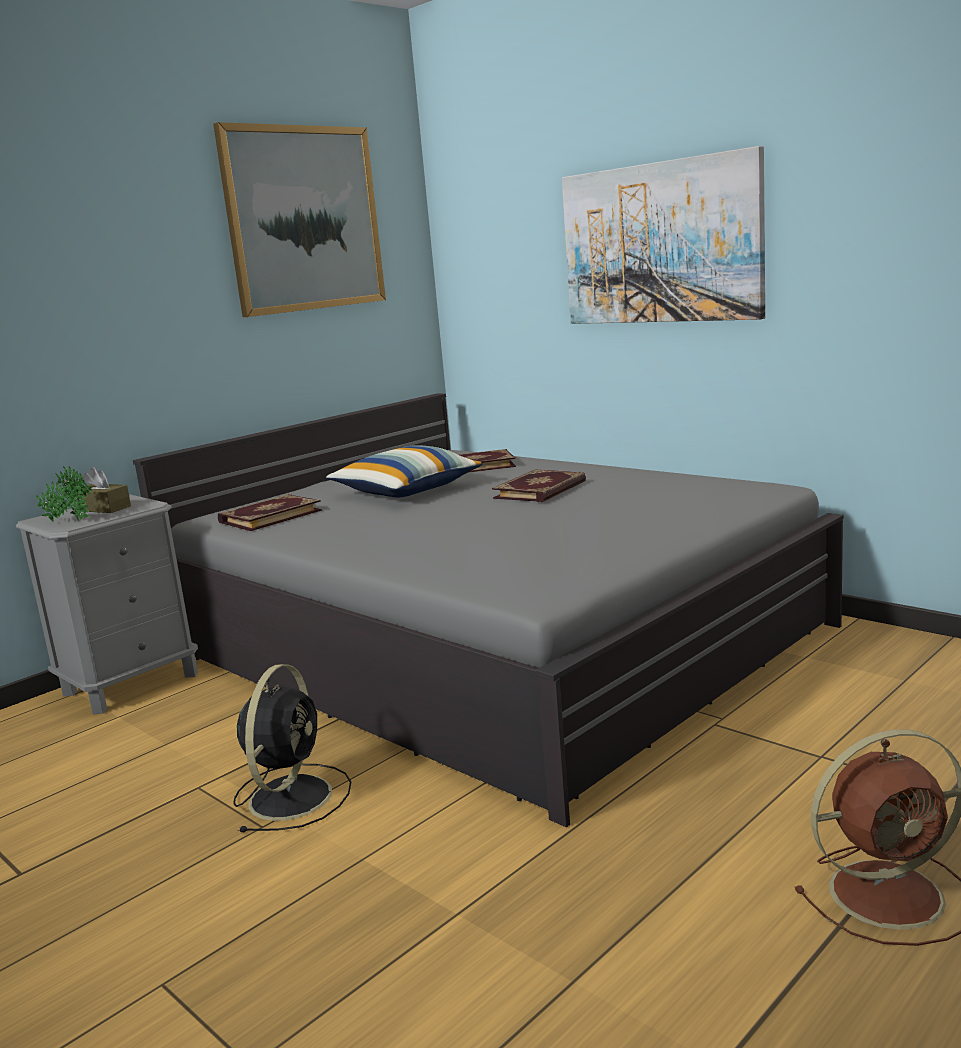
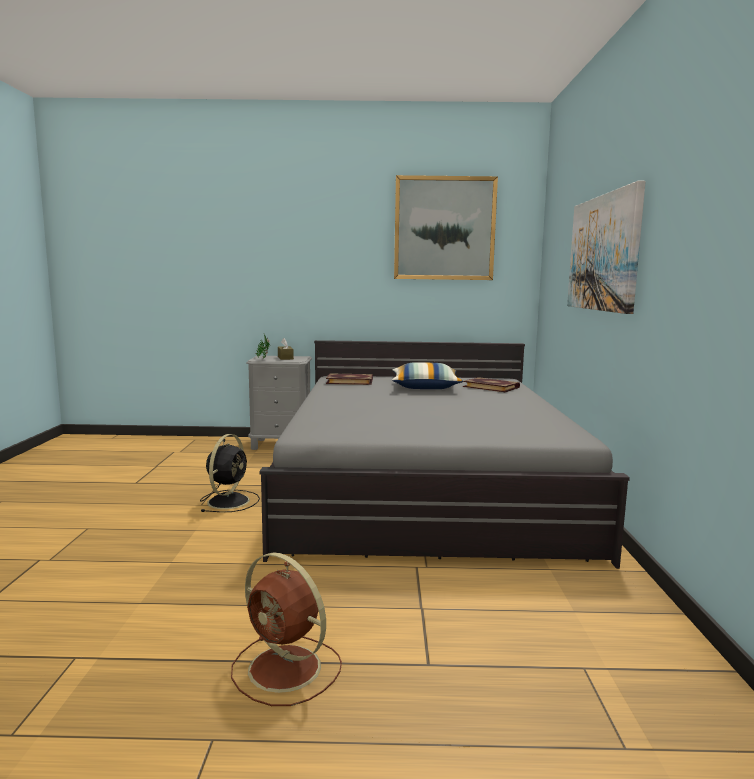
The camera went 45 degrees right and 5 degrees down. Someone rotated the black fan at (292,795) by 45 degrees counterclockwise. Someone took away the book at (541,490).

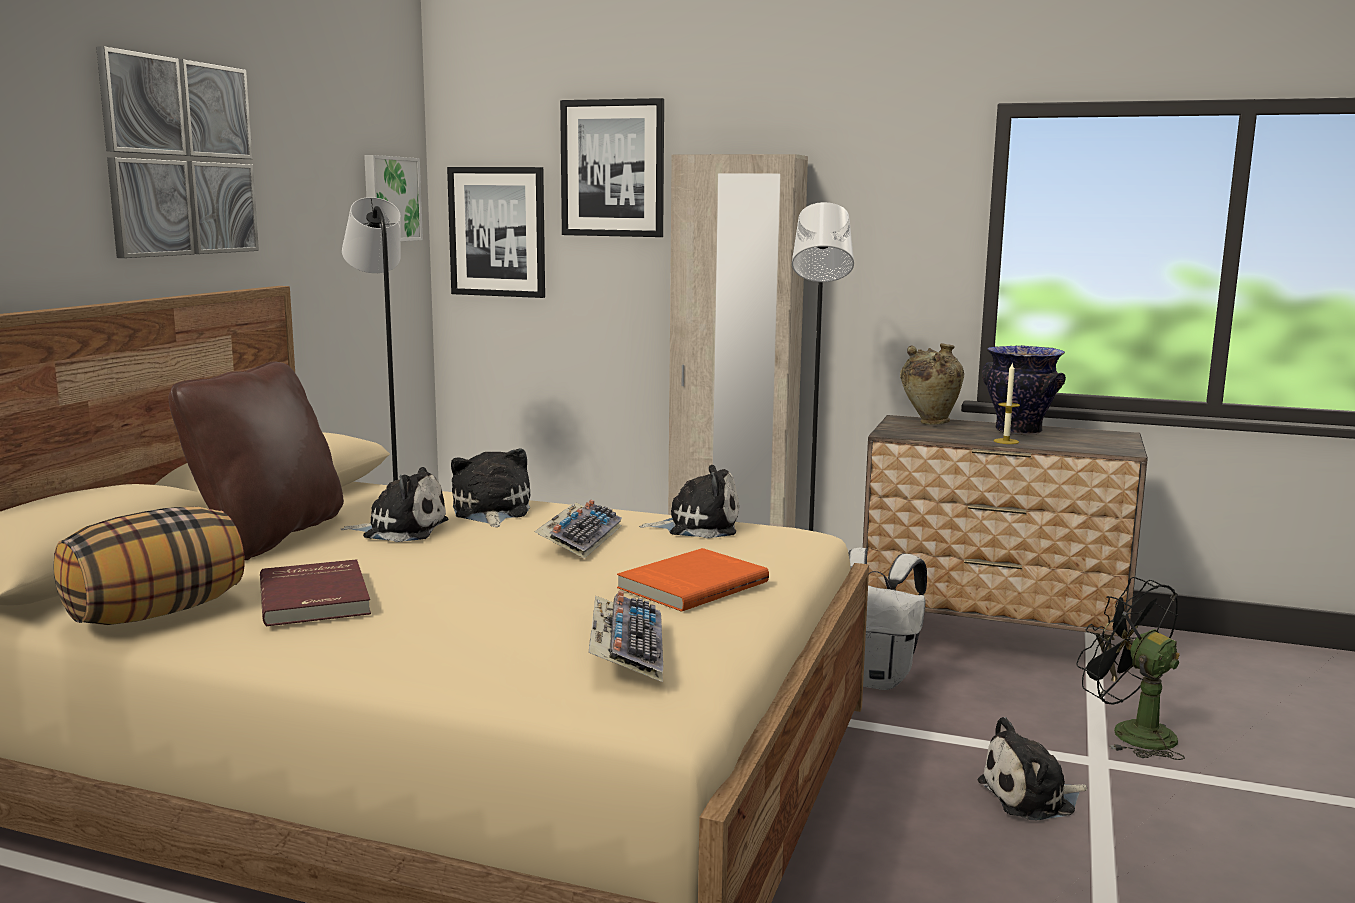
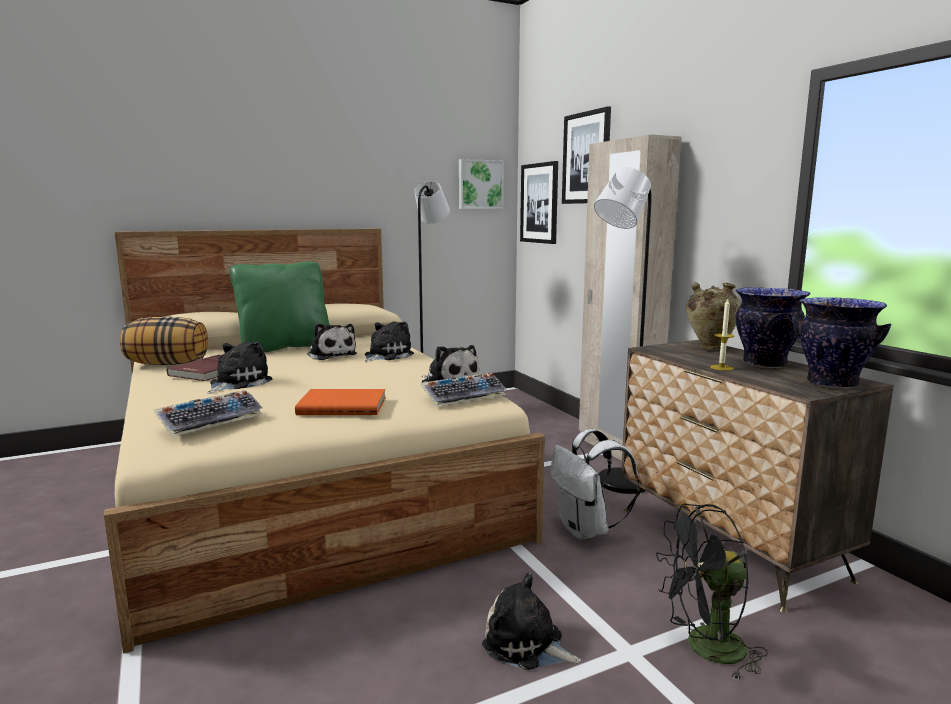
The camera went 45 degrees right and 0 degrees up. Someone took away the picture at (181,158). Someone repainted the brown pillow at (268,535), which became the green pillow at (285,347). Someone carried the keyboard from (580,538) to (464,396). Someone rotated the black fan at (1130,732) by 105 degrees counterclockwise. Someone put down the plush toy at (237,383). Someone put down the vase at (832,383).

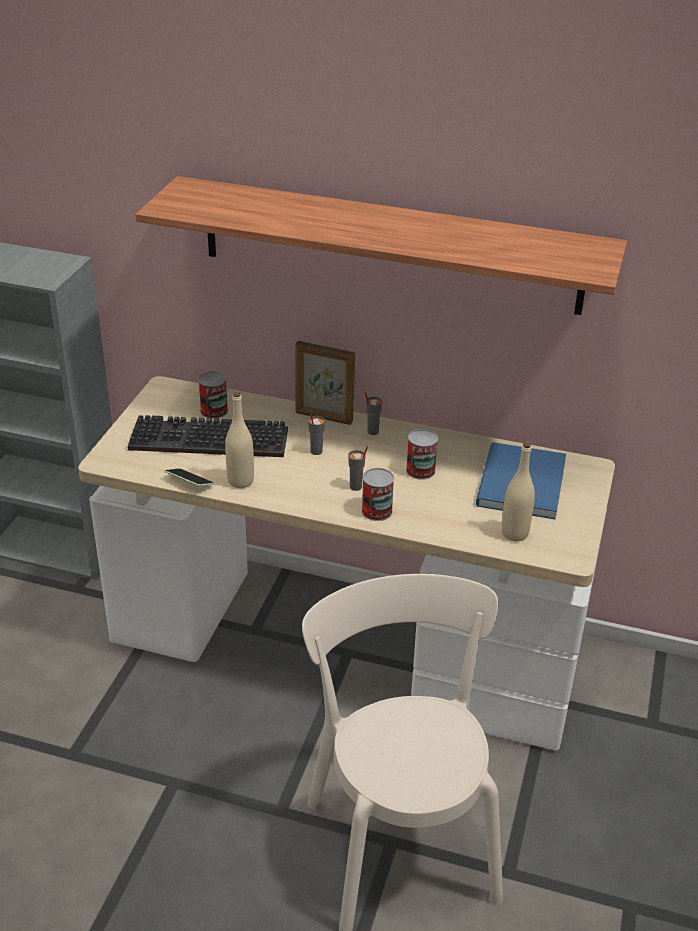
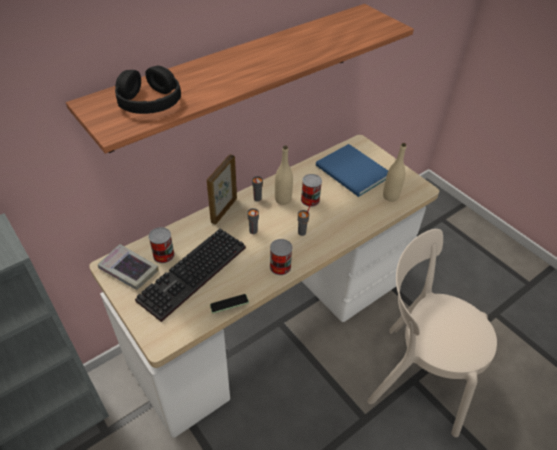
The camera went 55 degrees left and 10 degrees up. Someone carried the beige bottle from (240,481) to (283,199). Someone rotated the picture frame at (323,417) by 150 degrees clockwise. Someone carried the can from (377,511) to (280,266). Someone put down the book at (129,270). Someone put down the black headphones at (149,101).

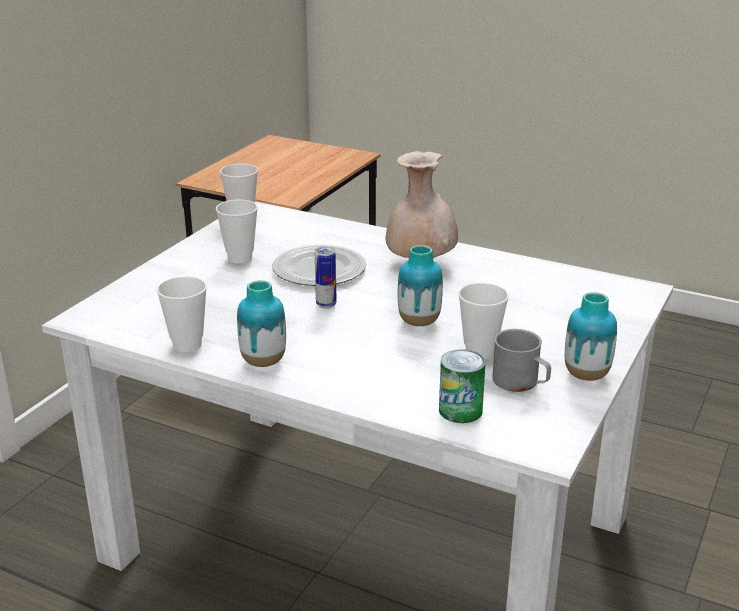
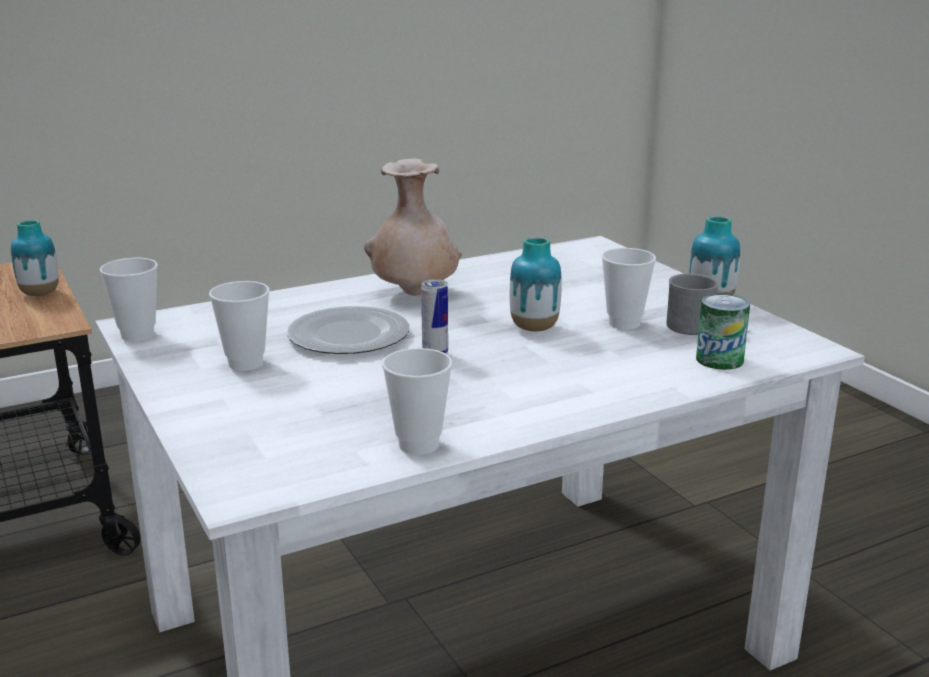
The camera went 55 degrees left and 5 degrees down. Someone carried the vase from (263,361) to (40,294).

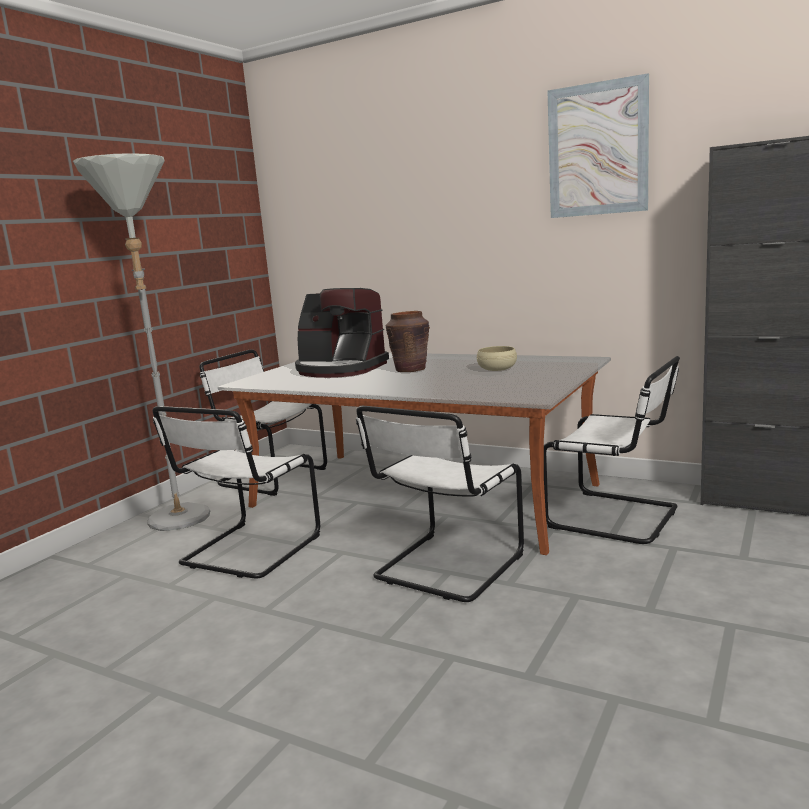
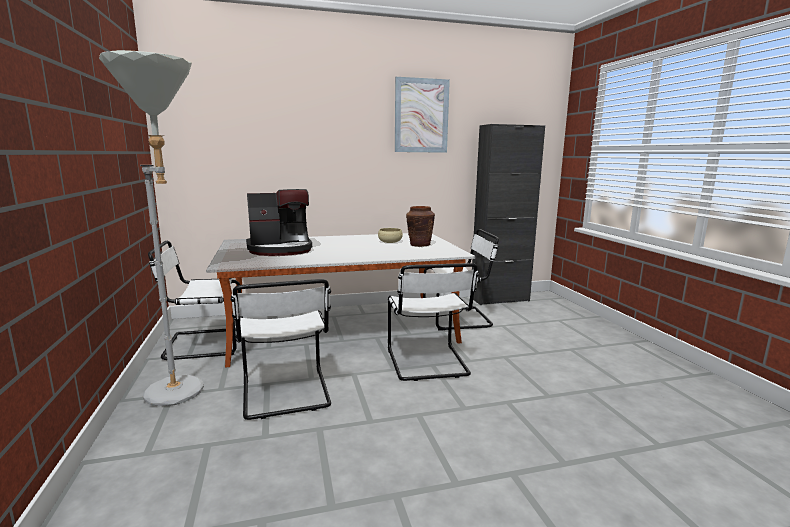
The camera went 45 degrees left and 0 degrees up. Someone carried the brown vase from (410,370) to (419,245).

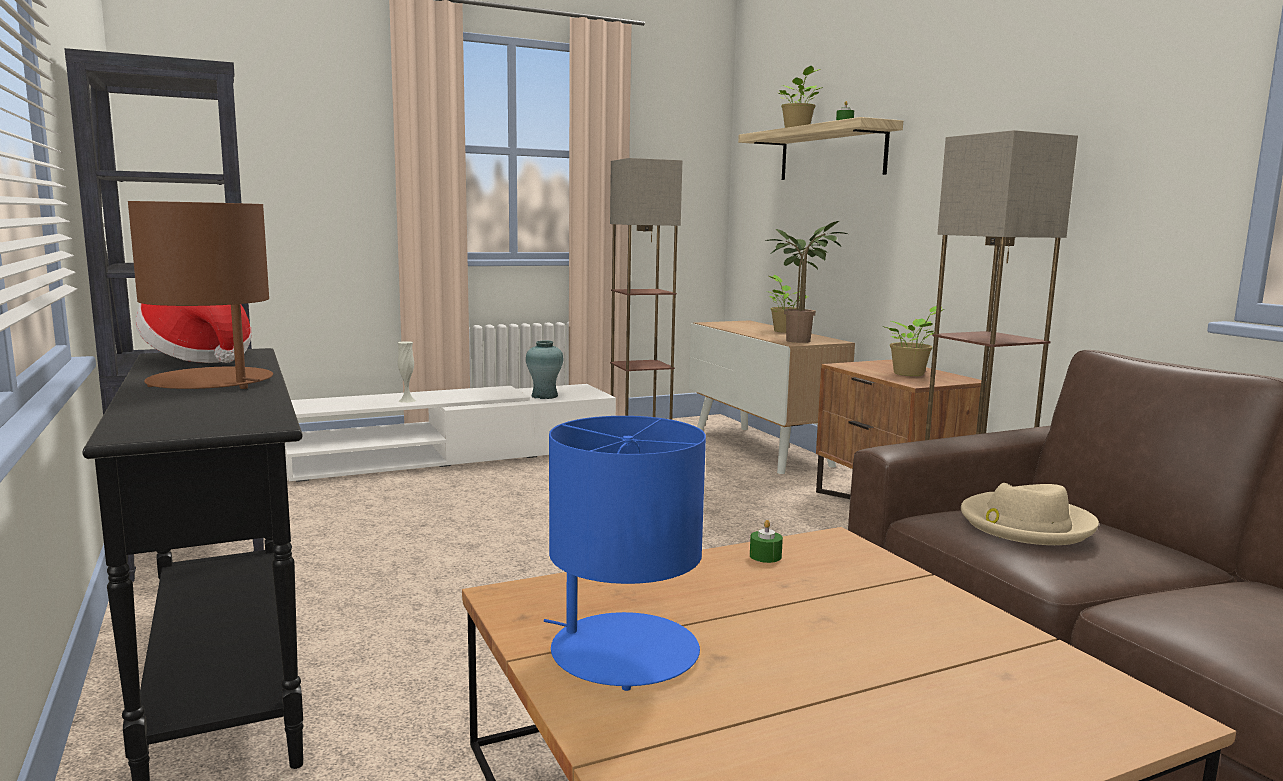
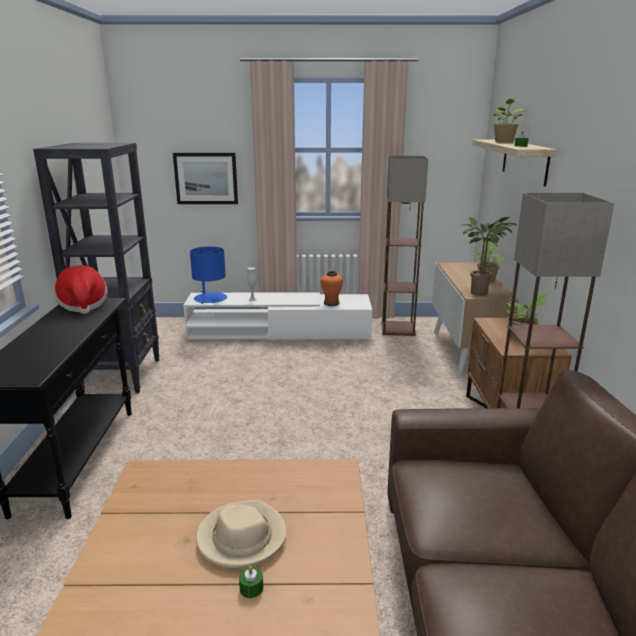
The camera went 25 degrees right and 10 degrees up. Someone took away the brown table lamp at (212,382). Someone repainted the turquoise vase at (545,396), which became the orange vase at (331,303). Someone carried the blue table lamp from (623,651) to (210,298). Someone carried the green candle from (765,556) to (251,588). Someone carried the beige hat from (1025,524) to (241,537). Someone put up the picture at (206,178).

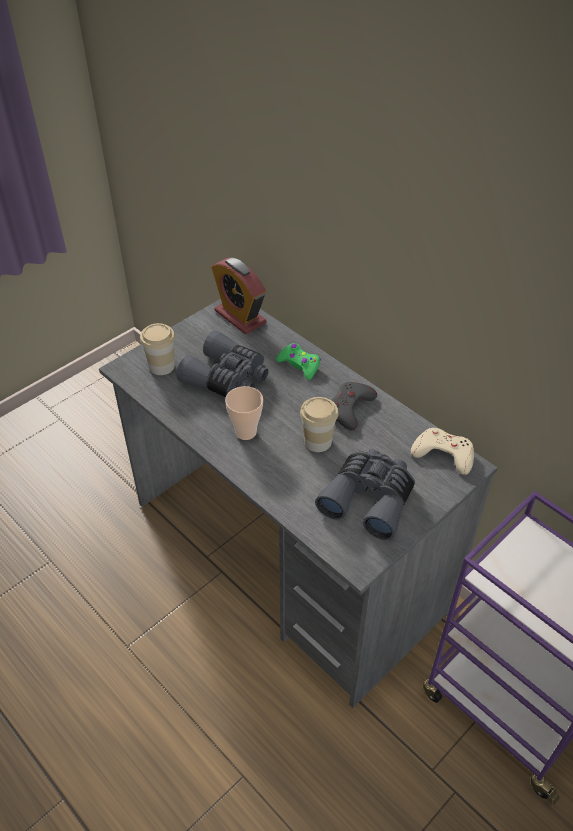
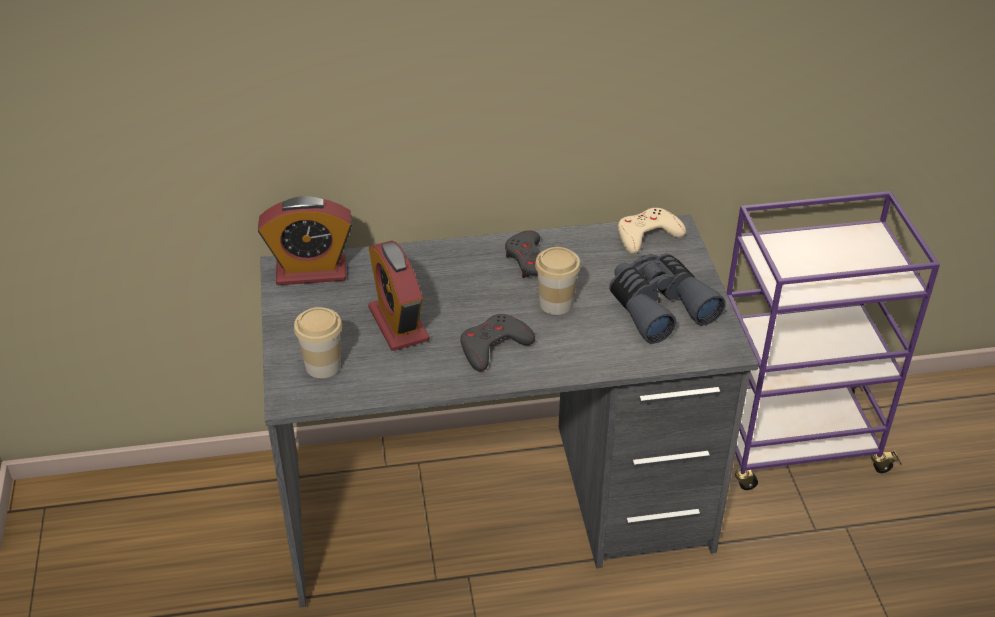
The camera went 55 degrees left and 5 degrees down. Someone swapped the grey binoculars at (227,378) for the alarm clock at (398,324). Someone swapped the cup at (246,432) for the grey game controller at (493,346). Someone took away the green game controller at (299,365).

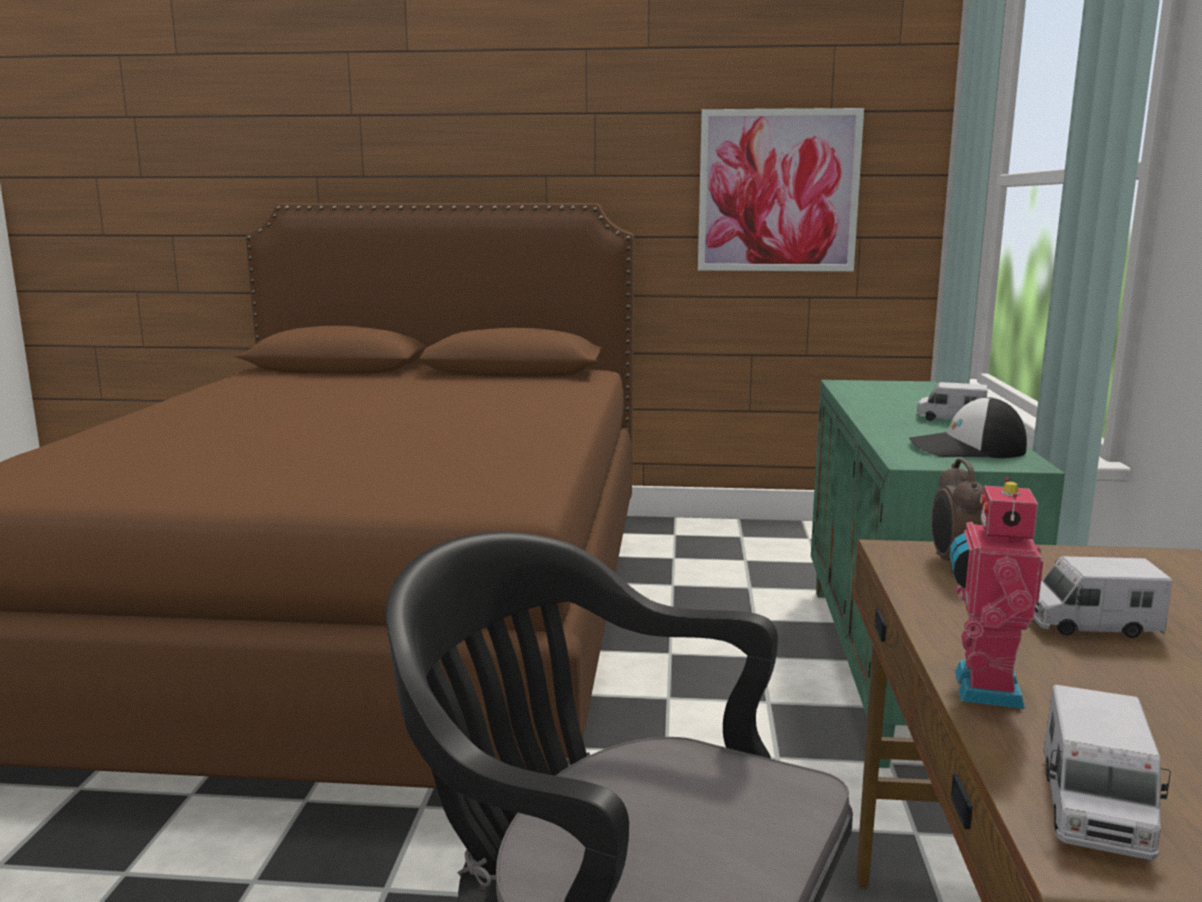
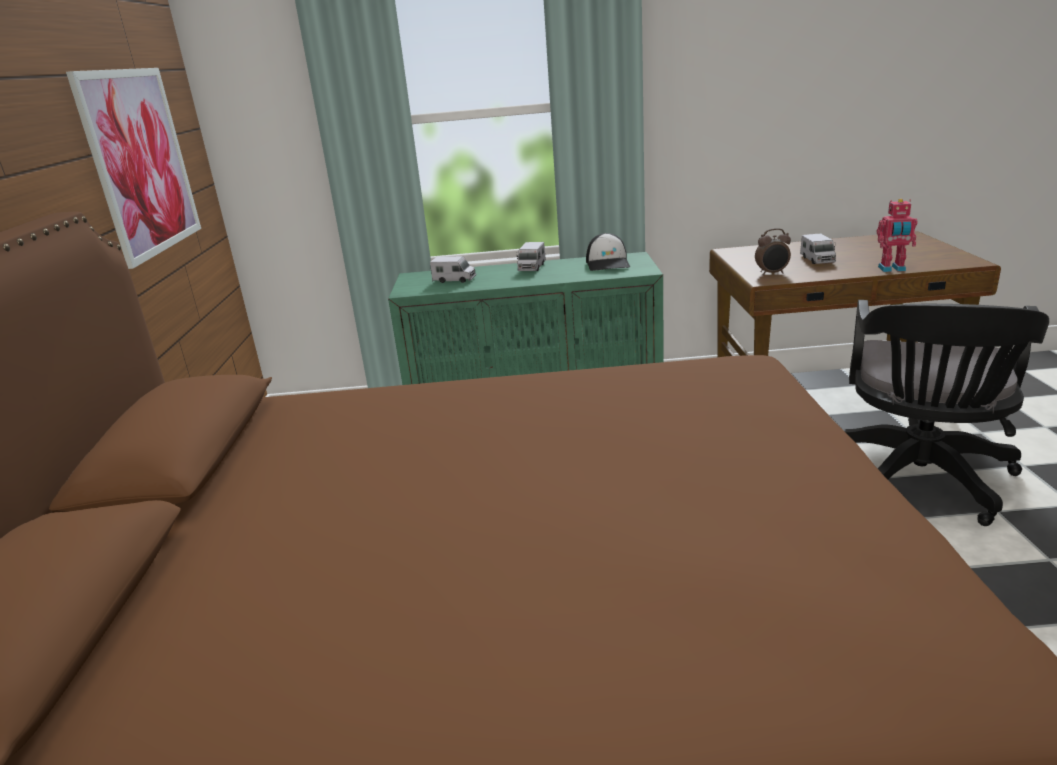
The camera went 95 degrees left and 10 degrees up. Someone carried the toy truck from (1094,809) to (454,280).

